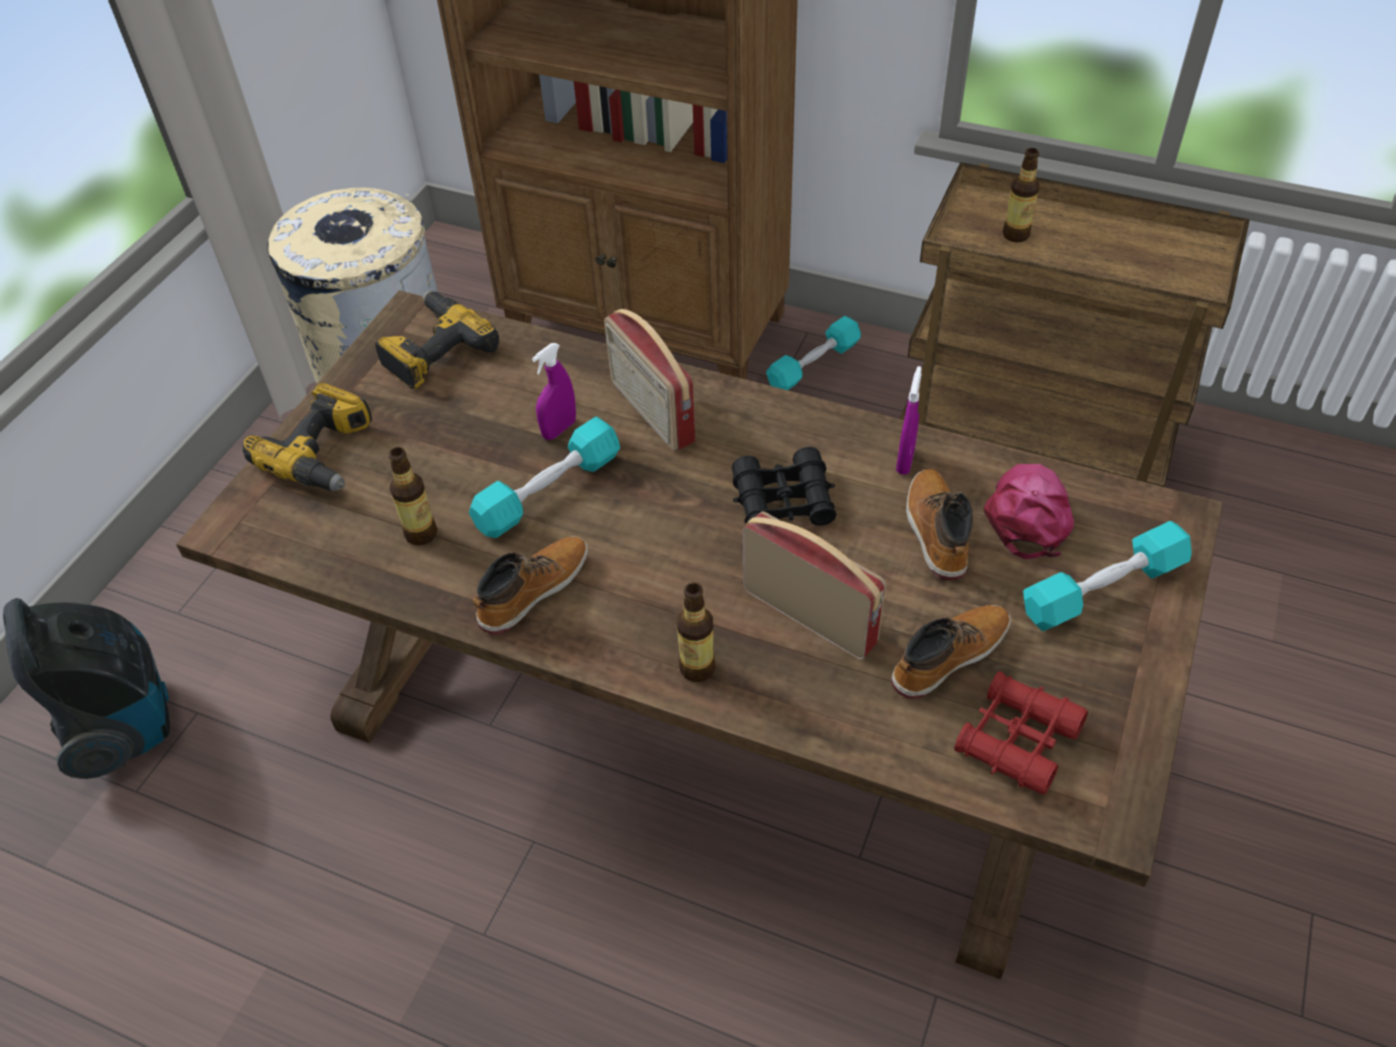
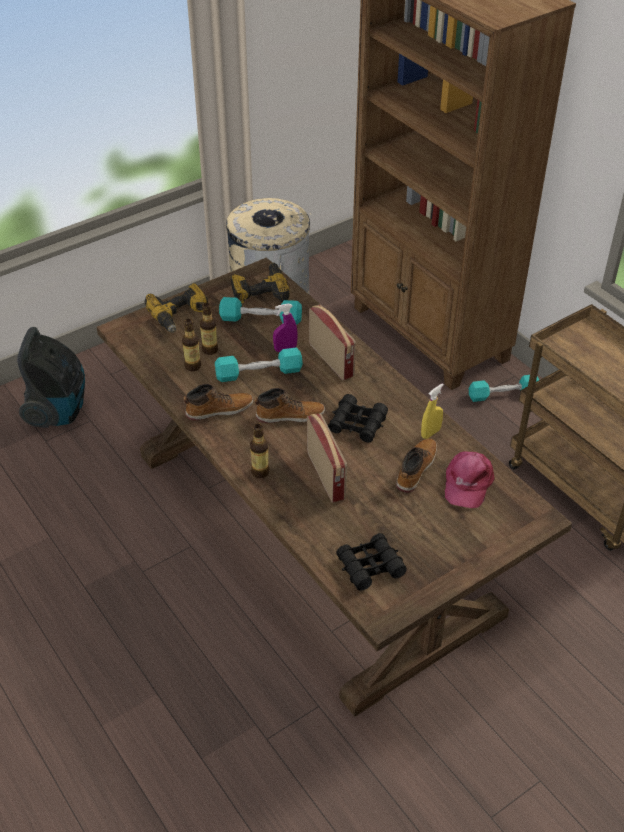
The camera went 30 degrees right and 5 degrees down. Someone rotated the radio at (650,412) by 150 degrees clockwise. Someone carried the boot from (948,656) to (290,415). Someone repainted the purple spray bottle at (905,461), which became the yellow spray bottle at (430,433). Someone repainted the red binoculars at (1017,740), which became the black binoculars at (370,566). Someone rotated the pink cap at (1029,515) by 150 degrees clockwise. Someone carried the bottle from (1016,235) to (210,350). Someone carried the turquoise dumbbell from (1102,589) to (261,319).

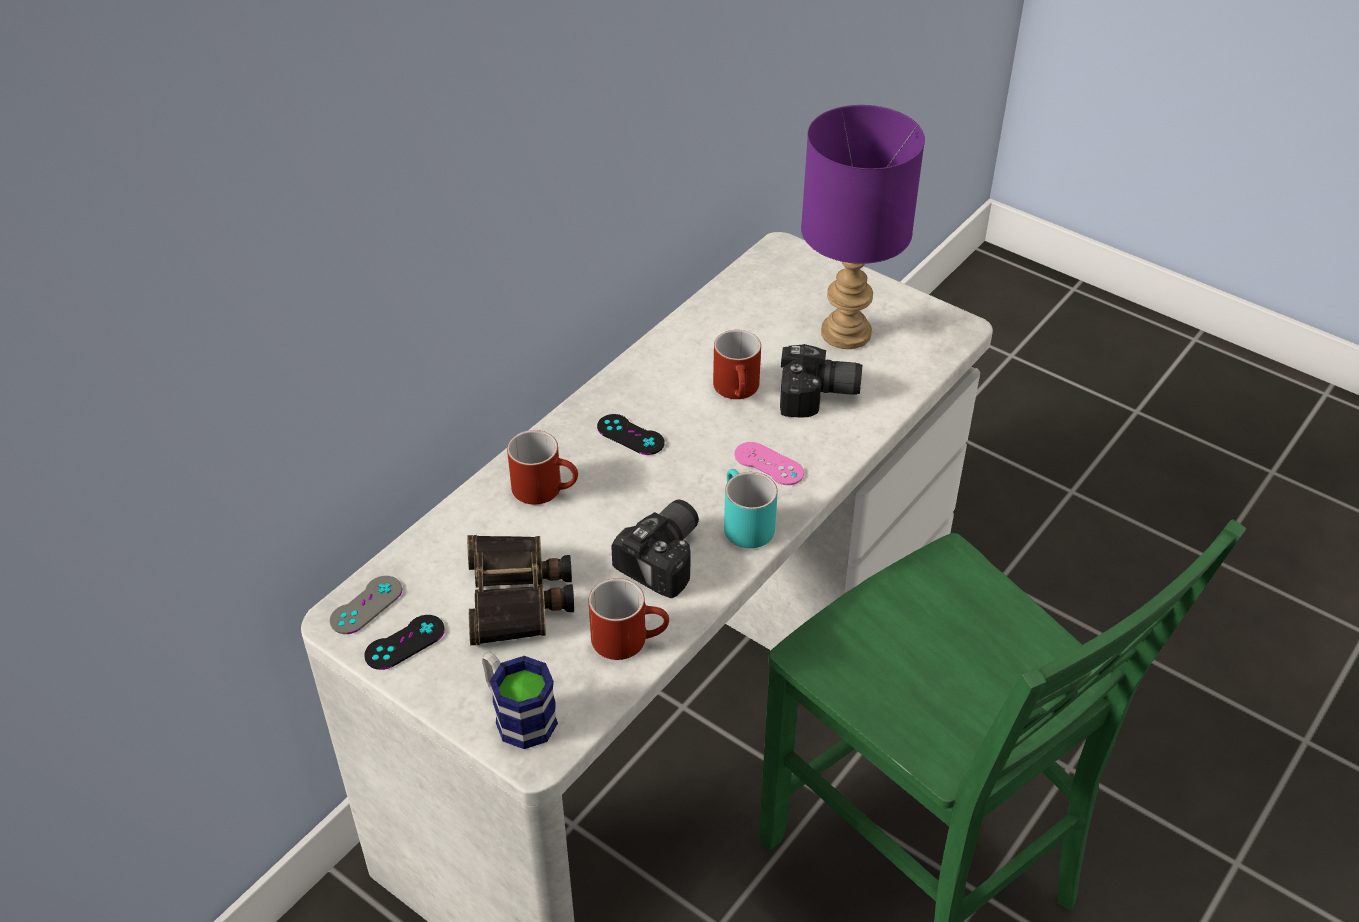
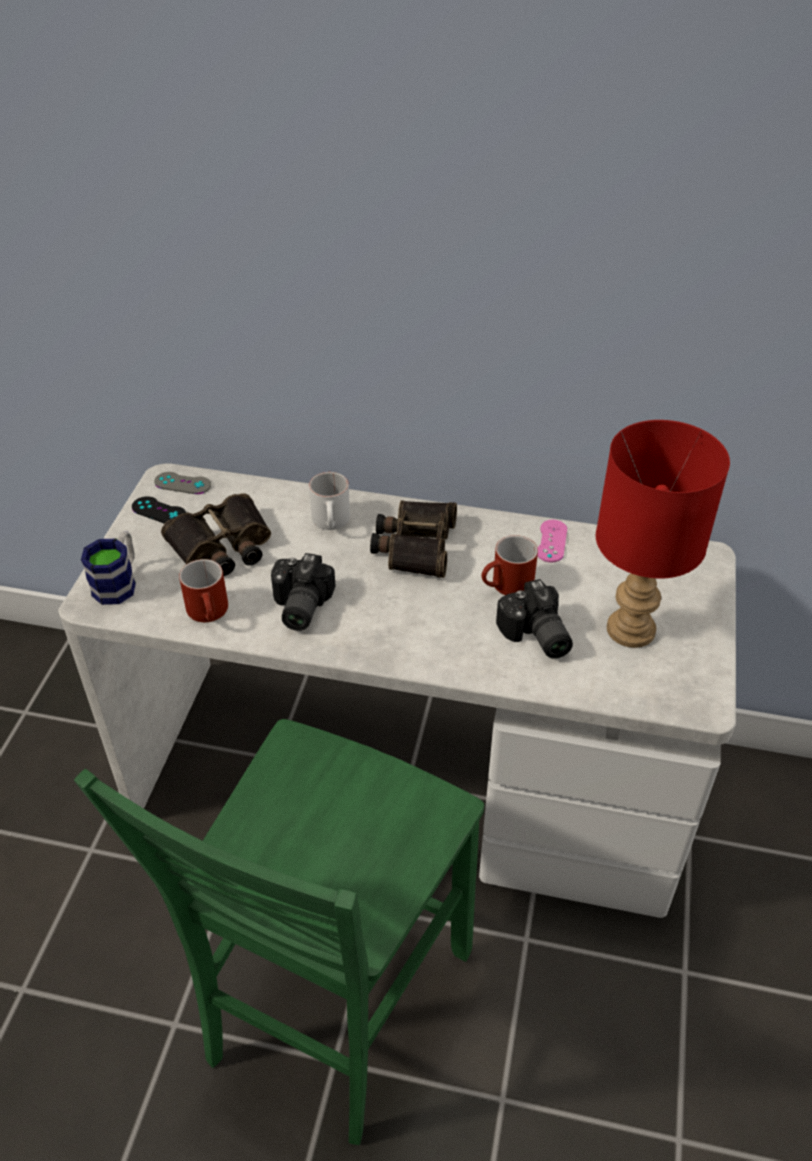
The camera went 65 degrees right and 0 degrees up. Someone repainted the red mug at (546,488), which became the white mug at (332,523). Someone swapped the black game controller at (630,435) for the binoculars at (414,545). Someone rotated the photo camera at (667,558) by 90 degrees clockwise. Someone took away the turquoise mug at (742,523). Someone carried the pink game controller from (769,464) to (551,541). Someone repainted the purple table lamp at (843,333), which became the red table lamp at (629,628).

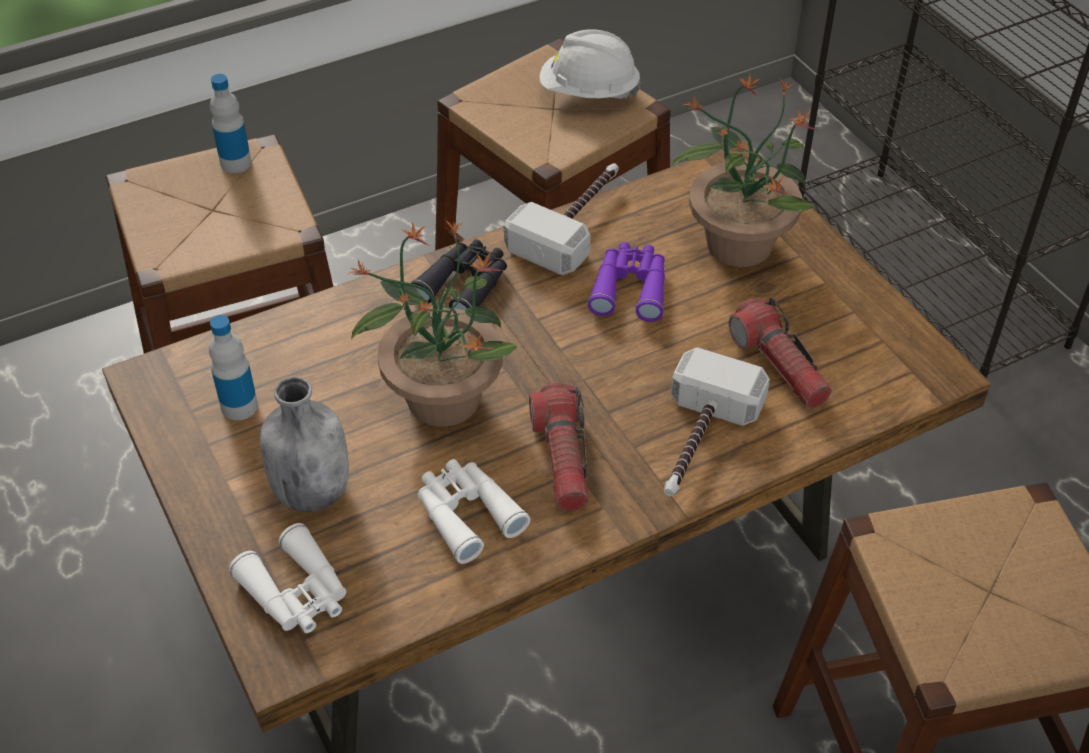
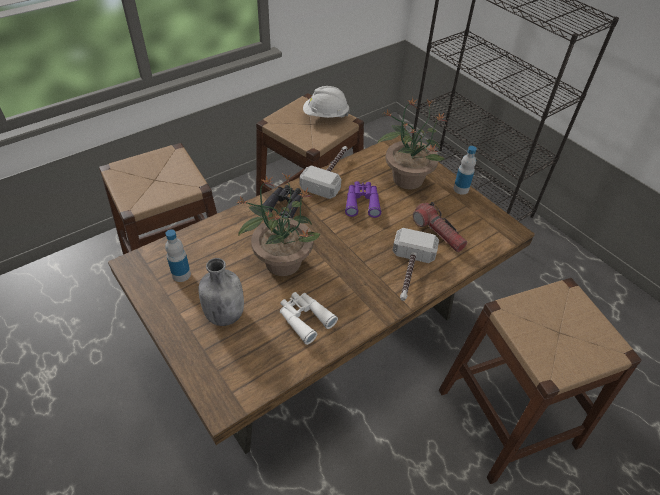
The camera went 10 degrees left and 0 degrees up. Someone carried the bottle from (236,163) to (461,189). Someone took away the white binoculars at (297,593). Someone took away the flashlight at (562,458).

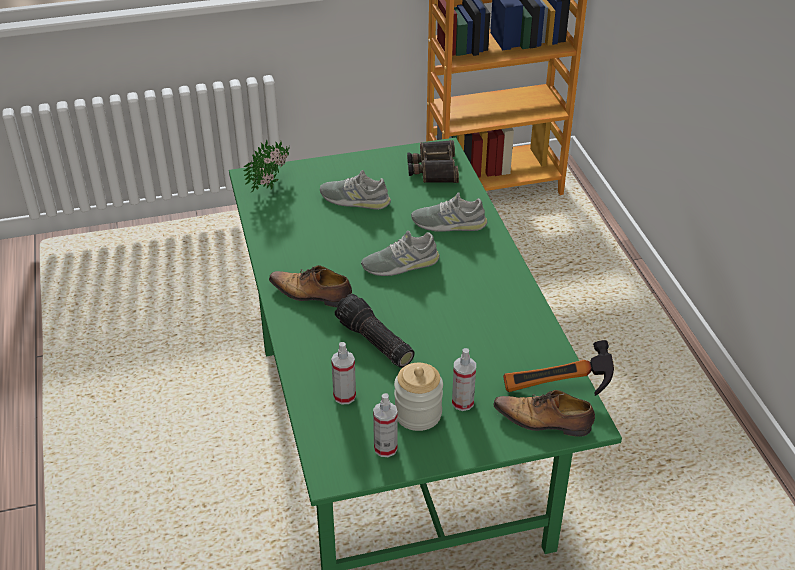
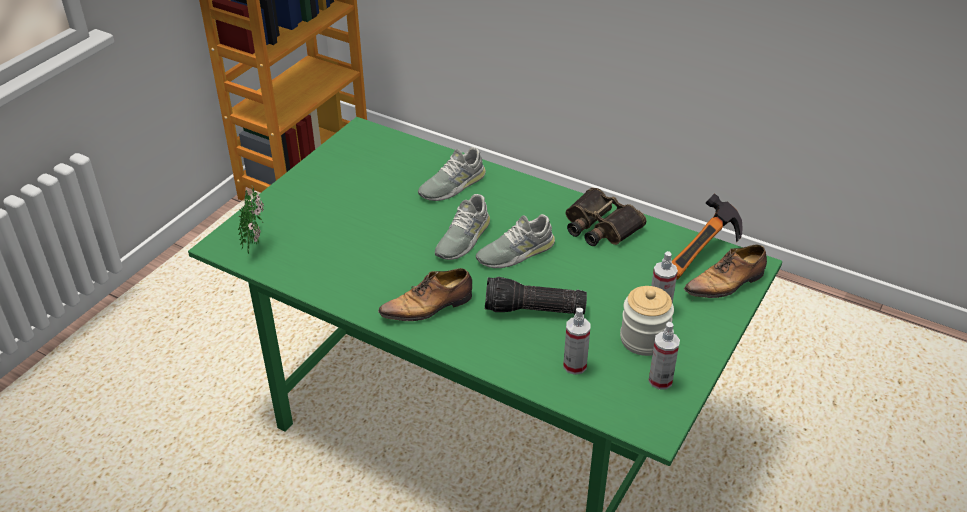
The camera went 45 degrees left and 0 degrees up. Someone carried the grey shoe from (355,199) to (515,252). Someone carried the binoculars from (433,168) to (599,226).

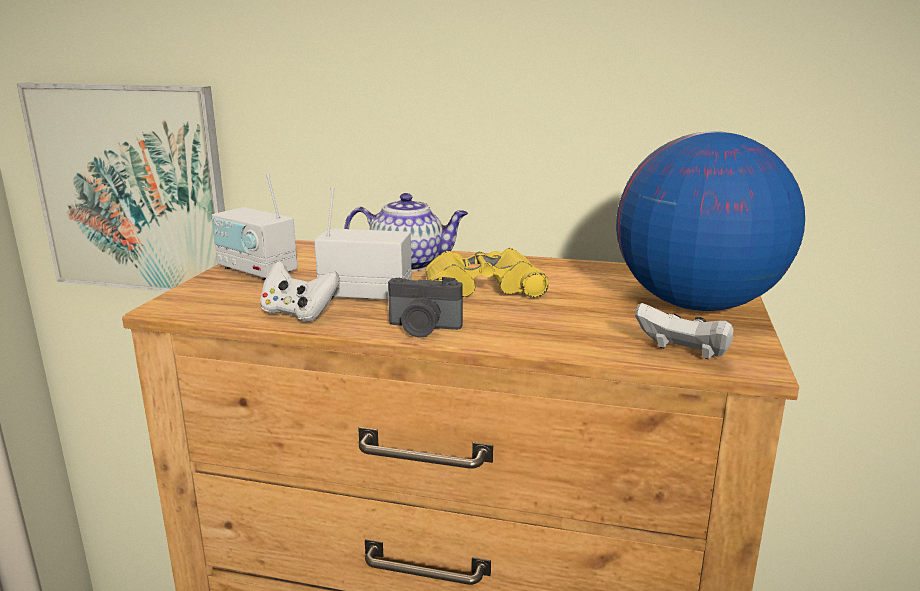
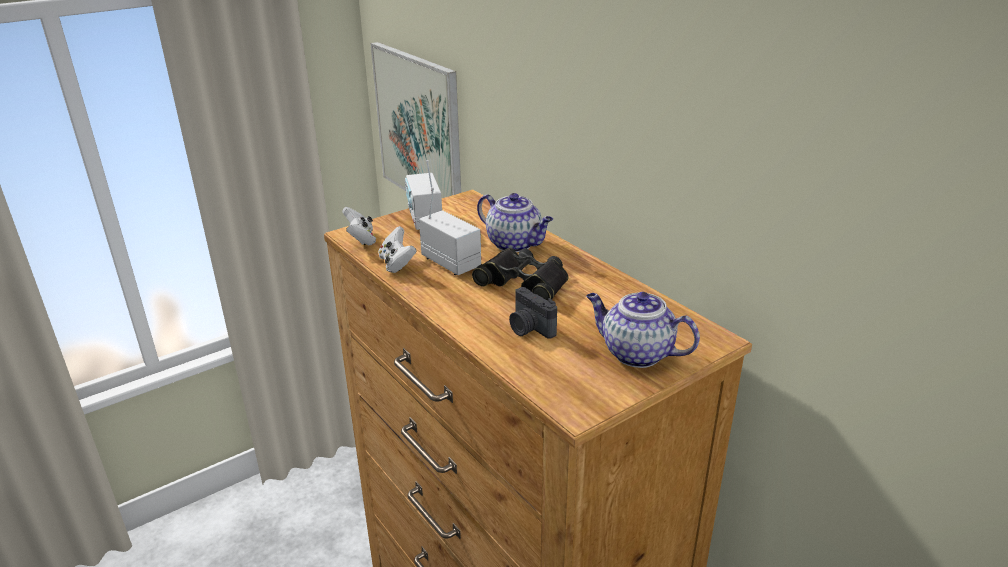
The camera went 40 degrees right and 10 degrees up. Someone carried the photo camera from (423,328) to (529,329). Someone repainted the yellow binoculars at (482,288), which became the black binoculars at (523,283). Someone swapped the globe at (695,305) for the teapot at (635,353). Someone carried the white game controller from (683,354) to (361,239).

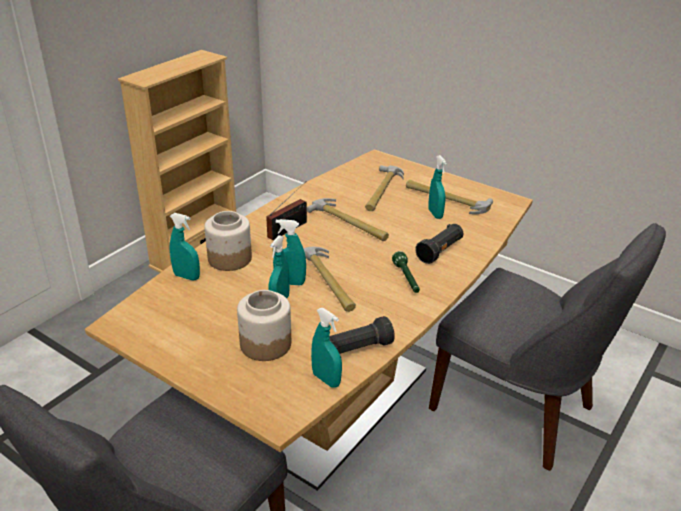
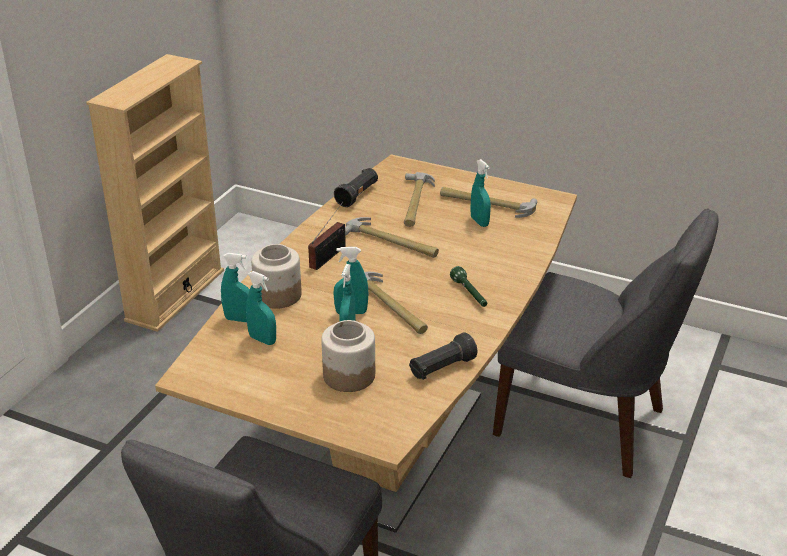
The camera went 10 degrees left and 0 degrees up. Someone carried the turquoise spray bottle from (326,379) to (262,340). Someone carried the black flashlight from (440,251) to (357,195).

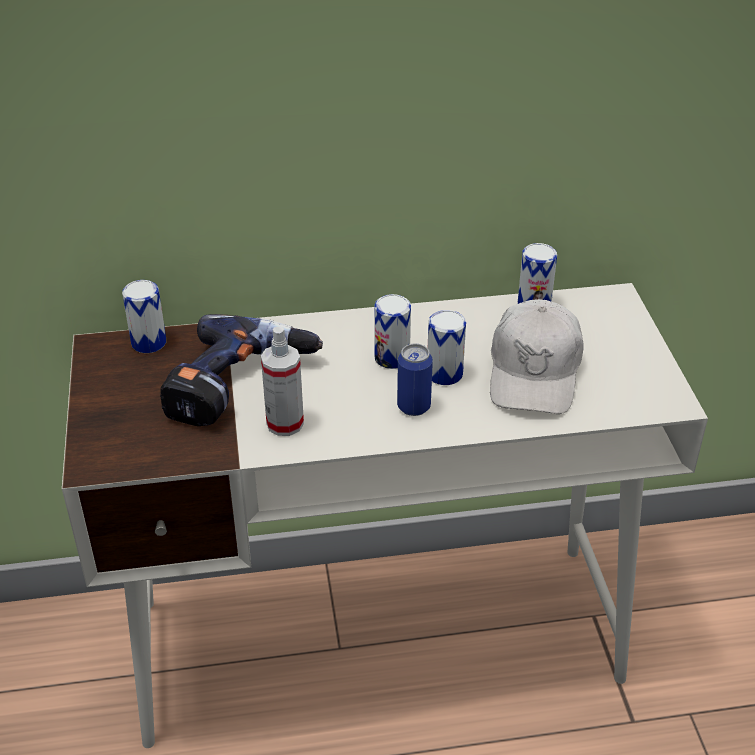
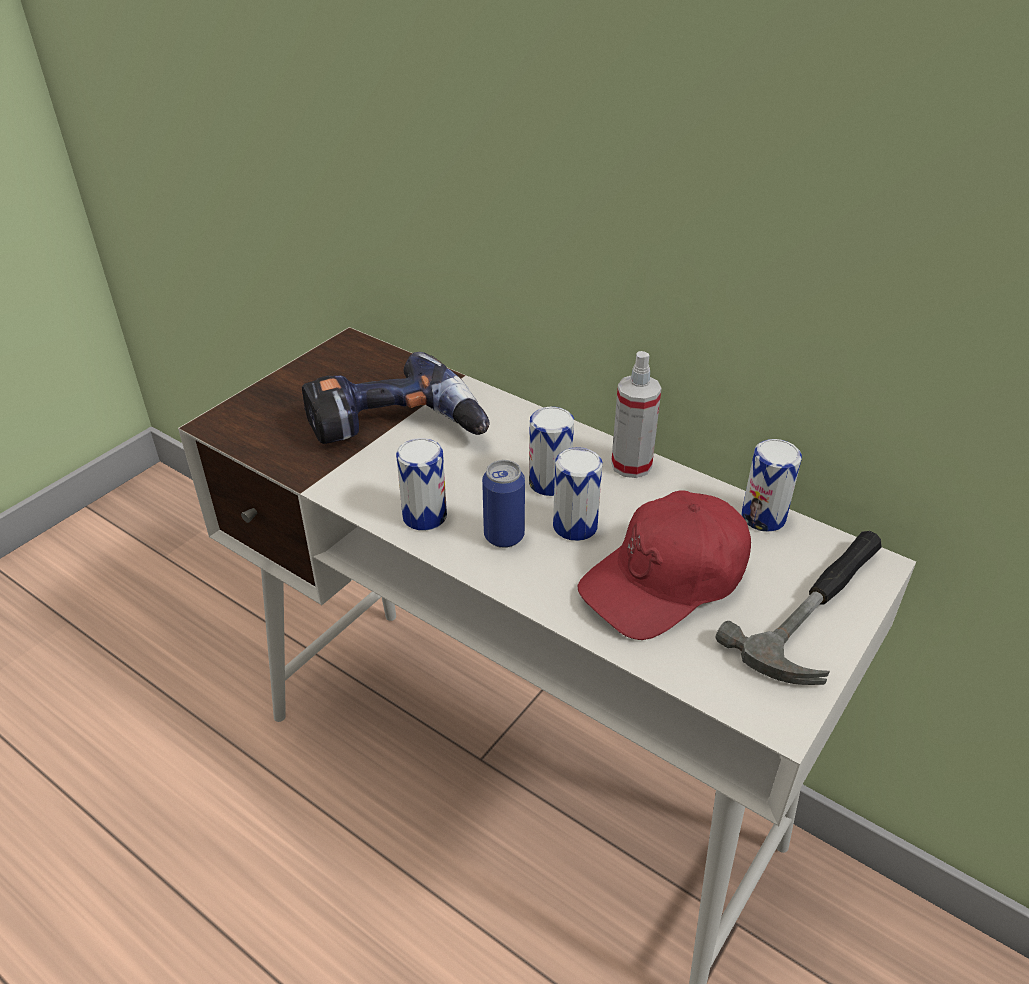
The camera went 45 degrees right and 0 degrees up. Someone carried the can from (149,342) to (424,516). Someone carried the spray bottle from (285,423) to (631,465). Someone repainted the white cap at (534,372), which became the red cap at (666,581). Someone put down the hammer at (819,609).

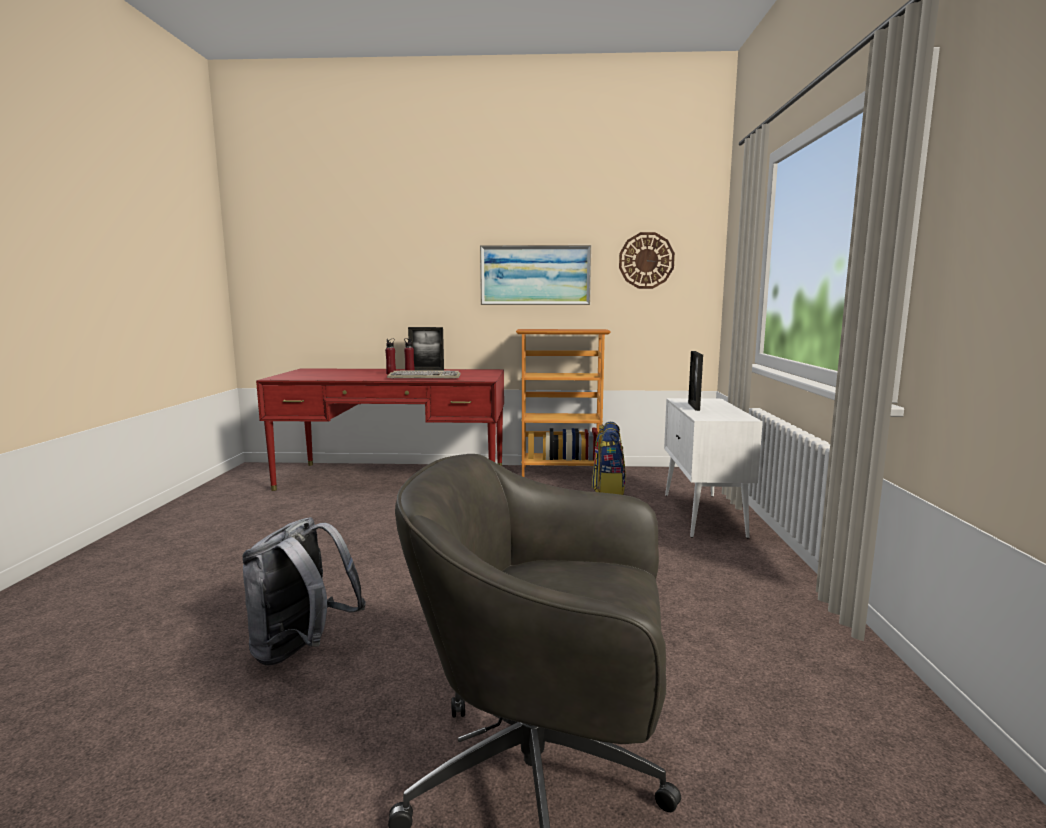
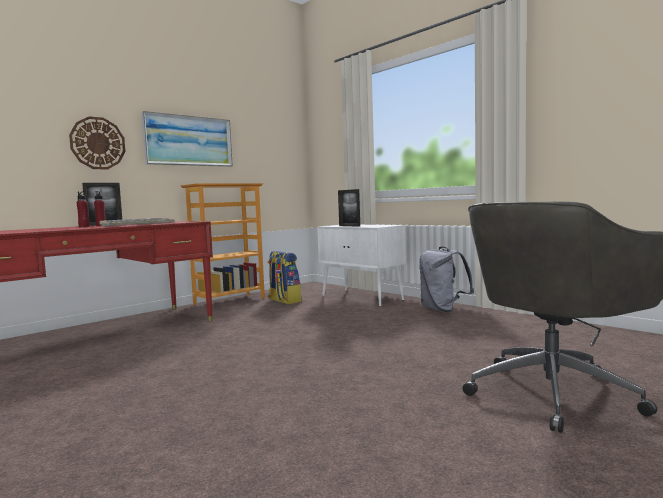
The camera went 45 degrees left and 5 degrees down. Someone carried the grey backpack from (302,650) to (443,310). Someone carried the wall clock from (646,260) to (98,143).

